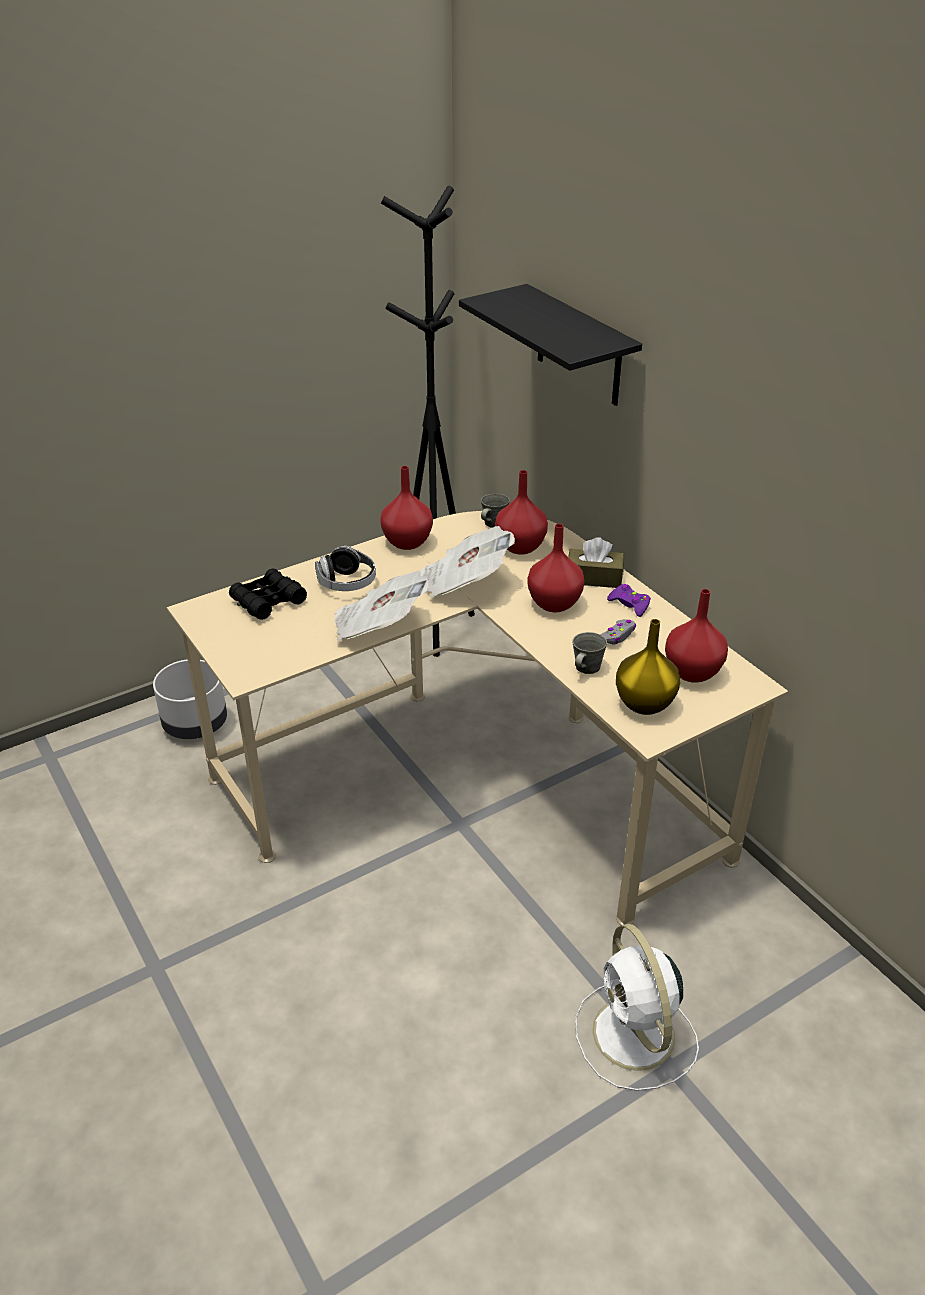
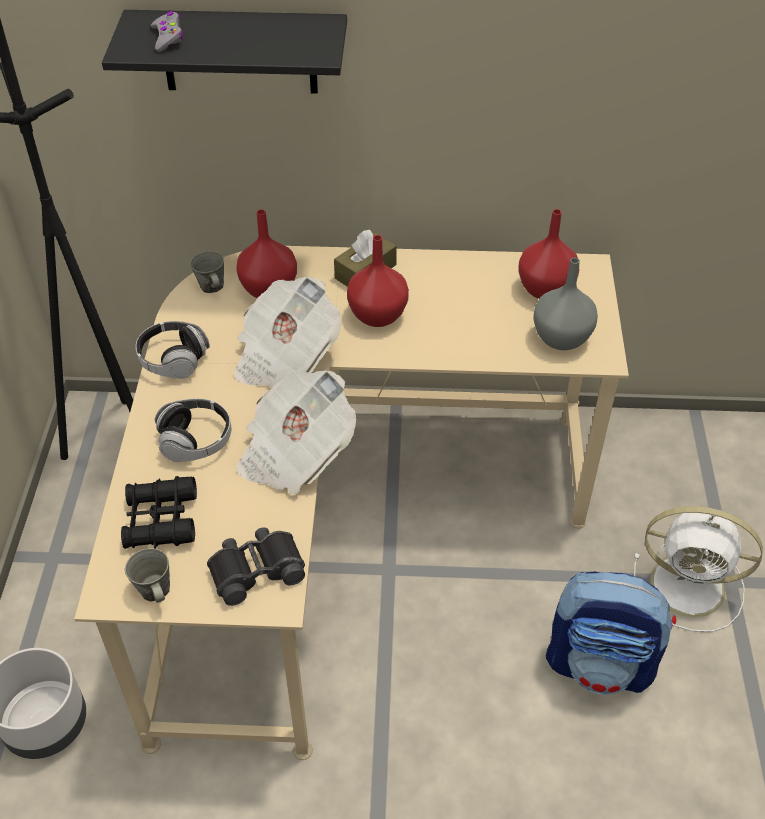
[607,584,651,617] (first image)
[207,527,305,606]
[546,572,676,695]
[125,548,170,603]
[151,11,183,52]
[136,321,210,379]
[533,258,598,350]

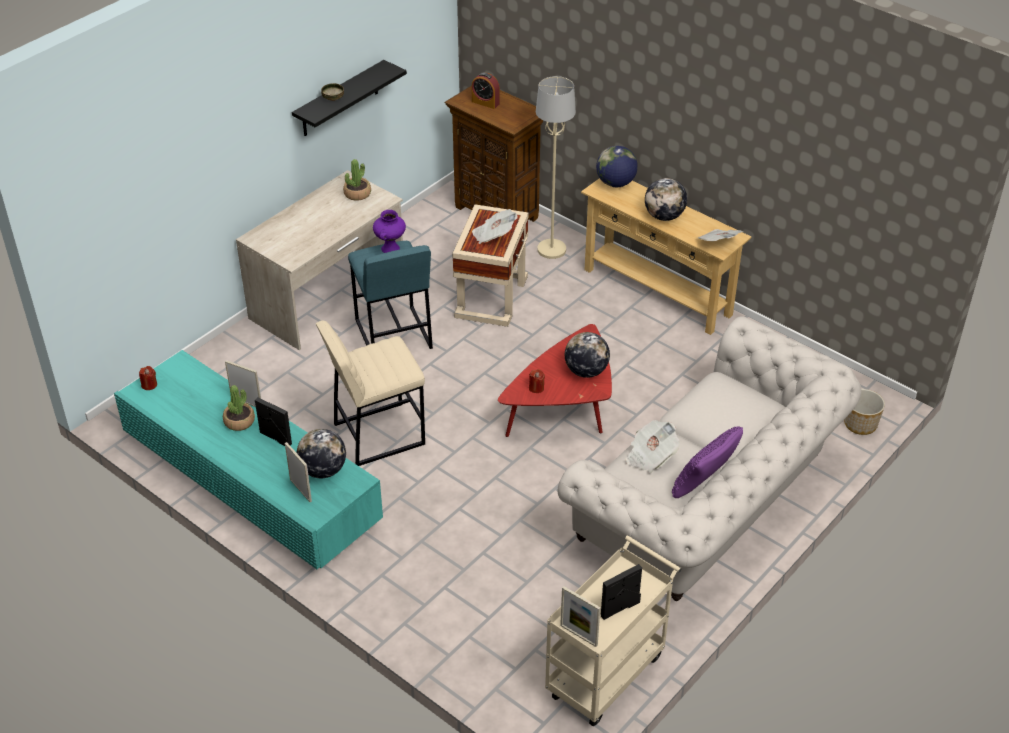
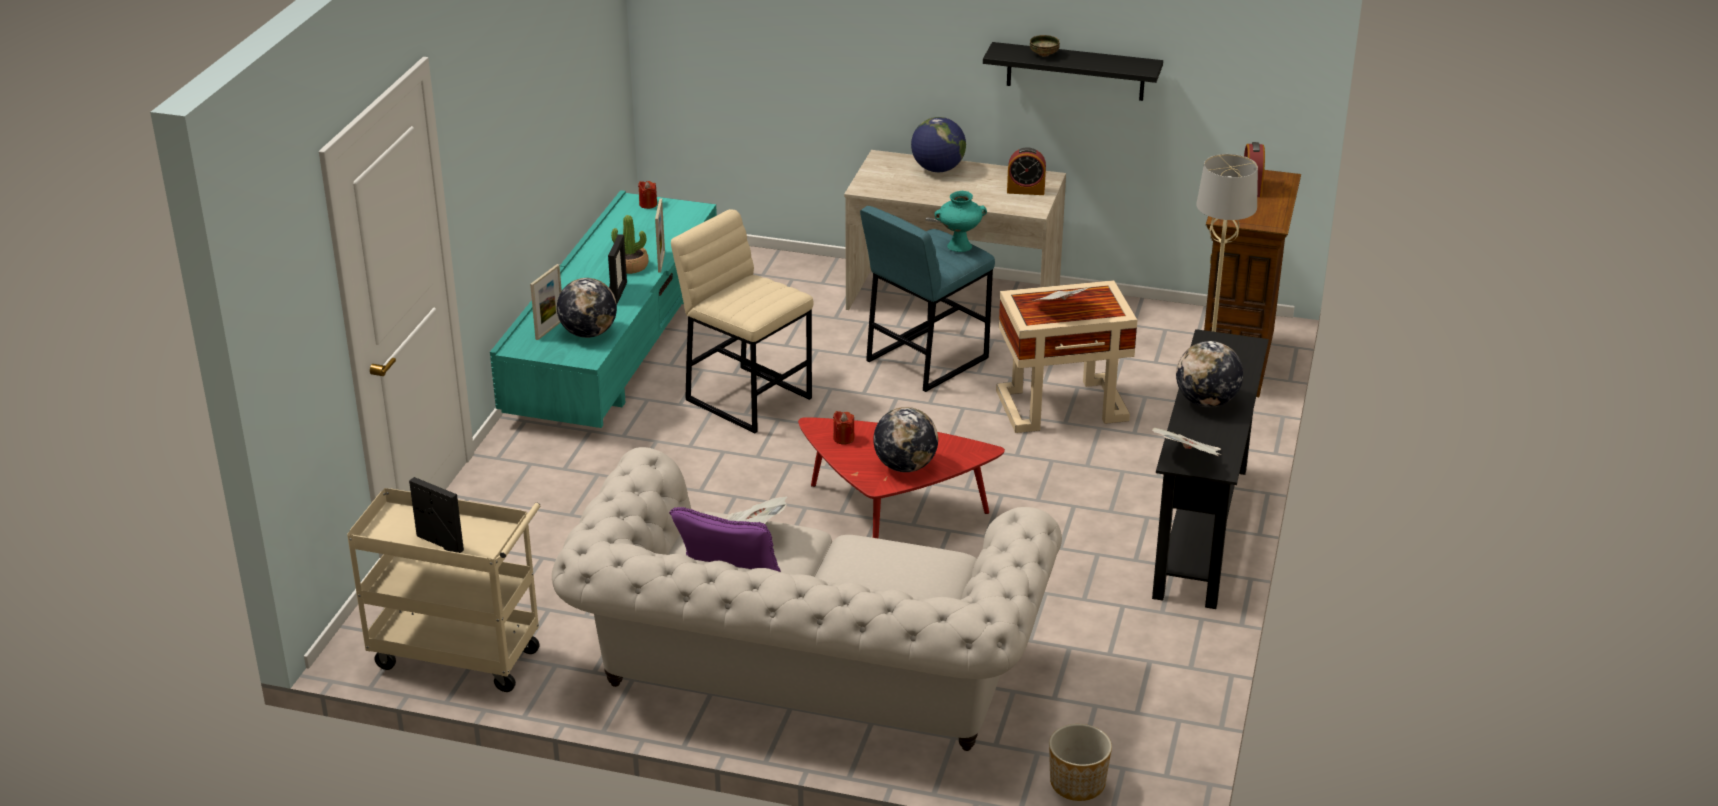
[560,586,600,647] (first image)
[911,117,966,172]
[1007,147,1046,195]
[935,191,987,252]
[1152,329,1269,609]

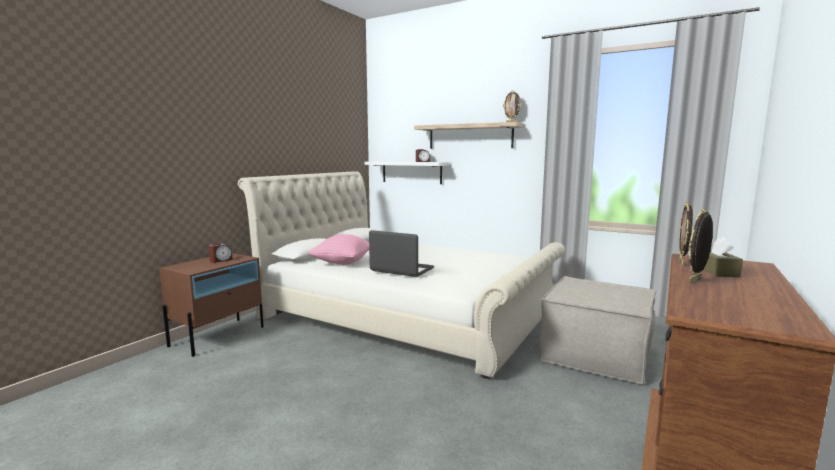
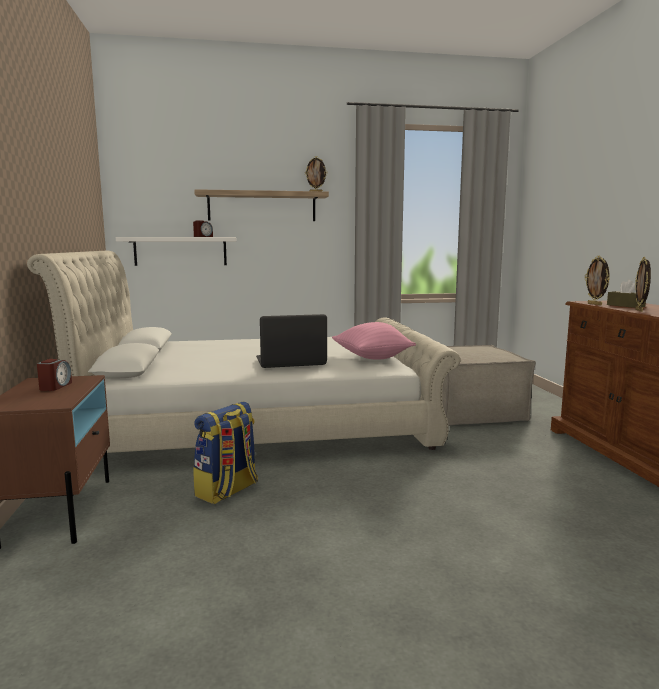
[193,402,258,504]
[332,322,416,359]

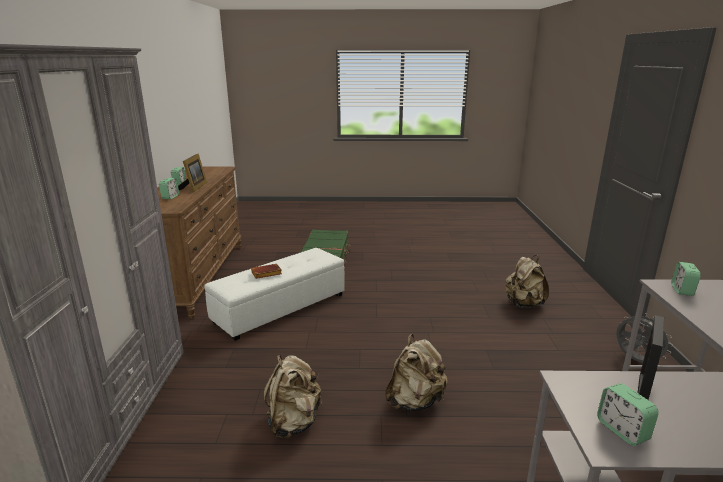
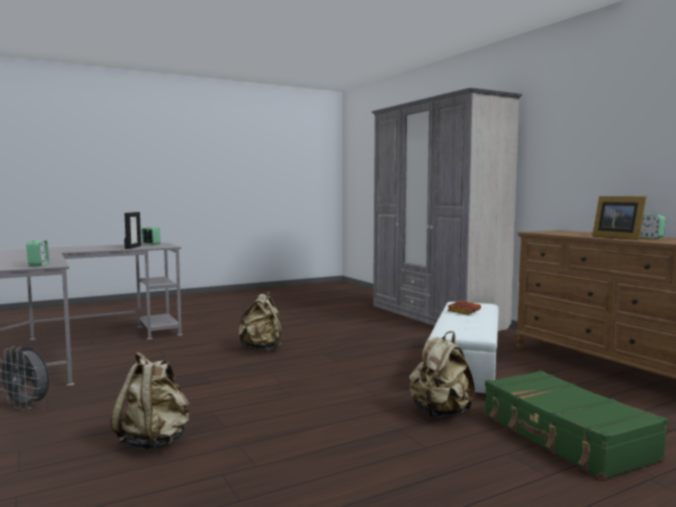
[159,178,179,199] (first image)
[409,331,475,418]

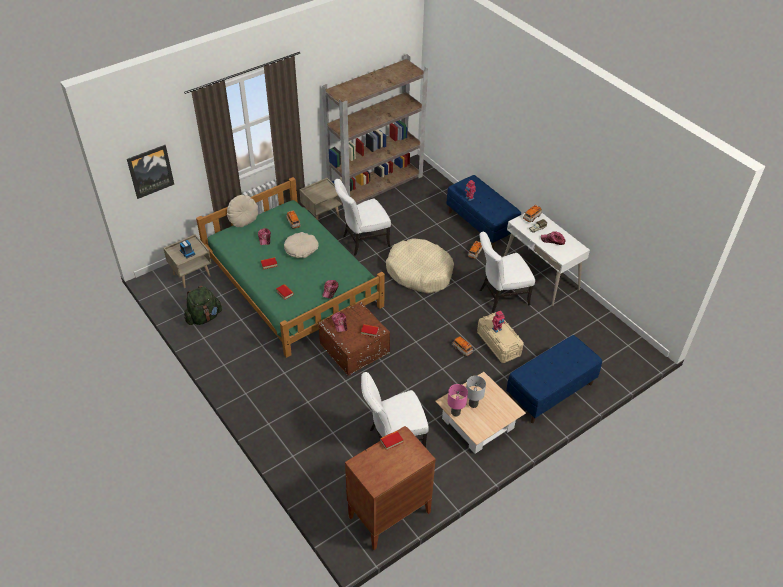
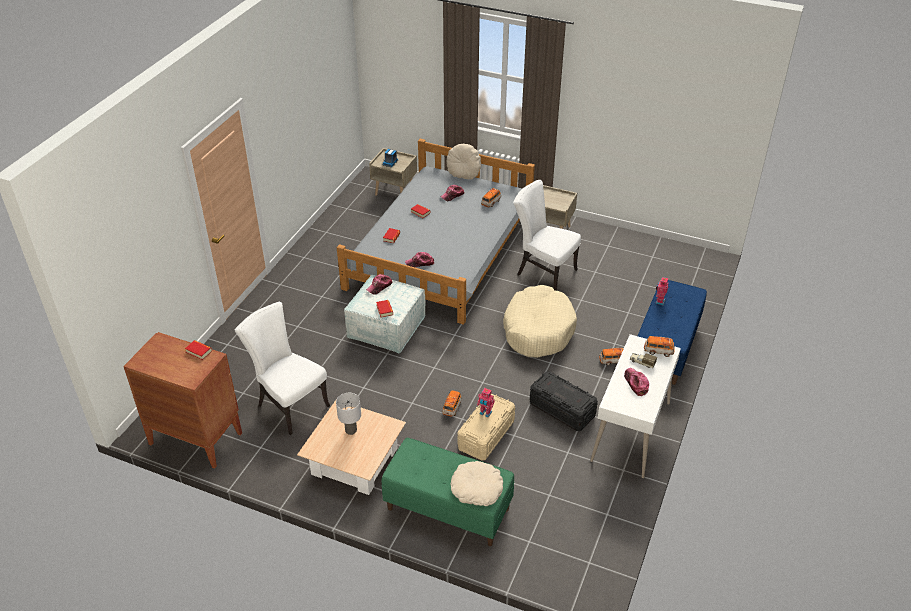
[127,145,174,199] (first image)
[184,285,222,325] (first image)
[322,54,428,209] (first image)
[447,384,468,416] (first image)
[450,461,503,506]
[530,372,598,431]
[337,139,535,325]
[344,275,425,354]
[382,438,514,546]

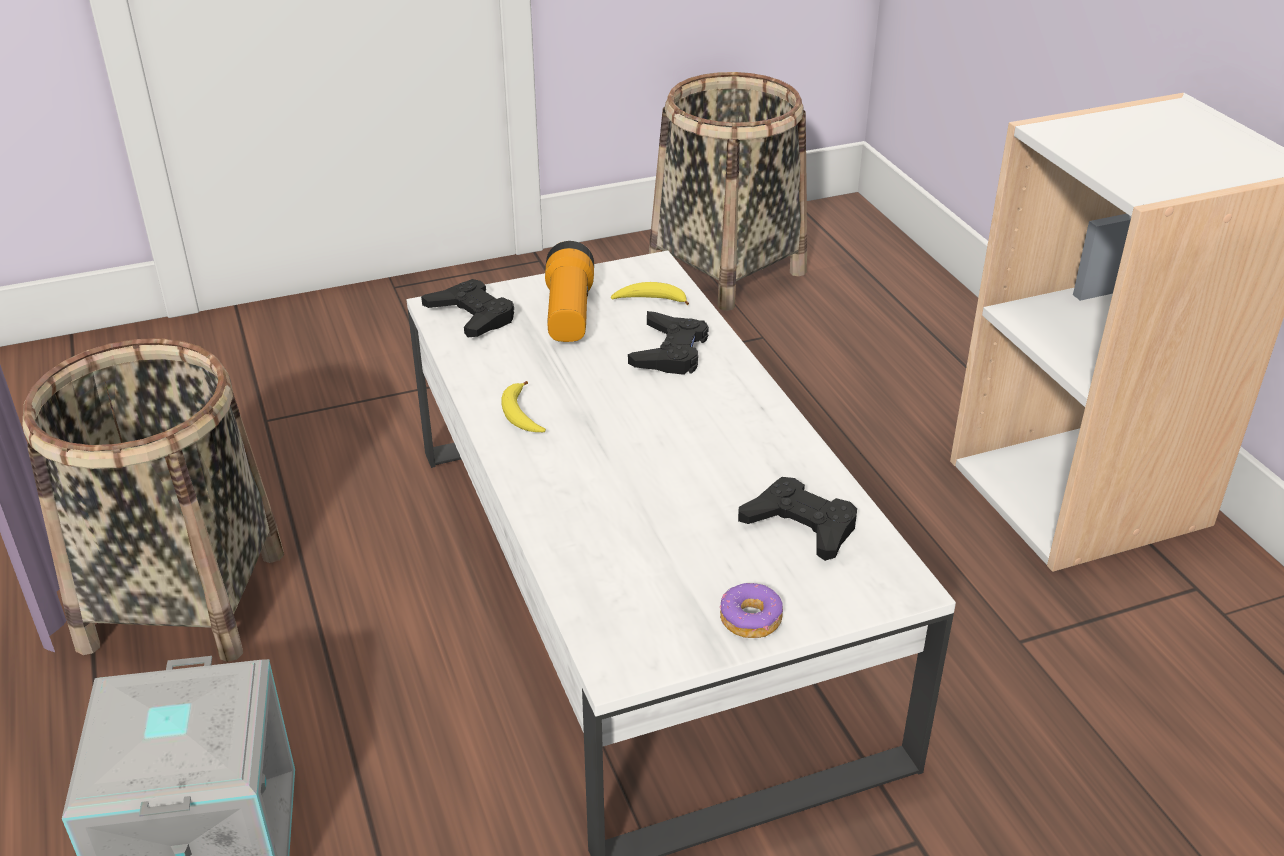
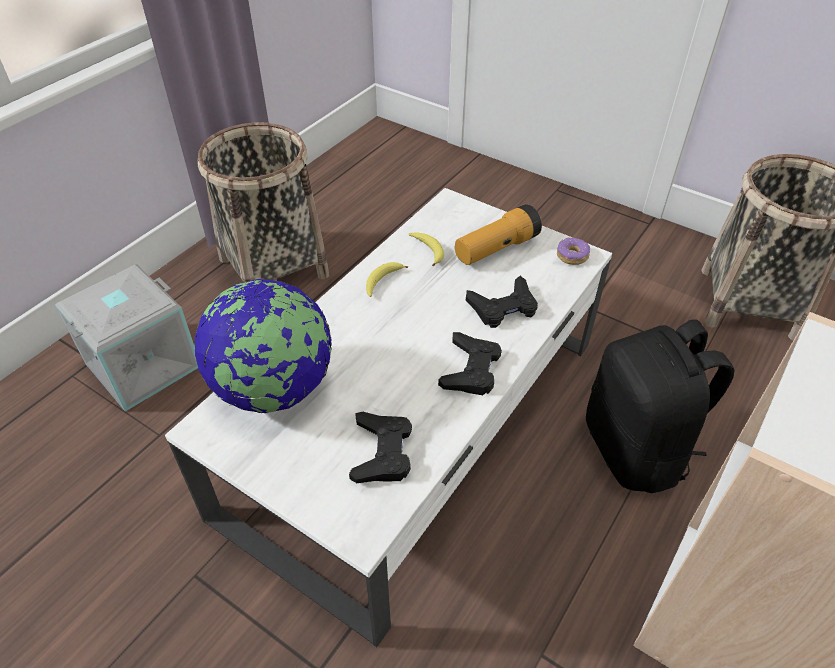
[194,279,332,413]
[586,319,734,493]
[438,332,502,395]
[409,233,444,266]
[557,237,590,265]

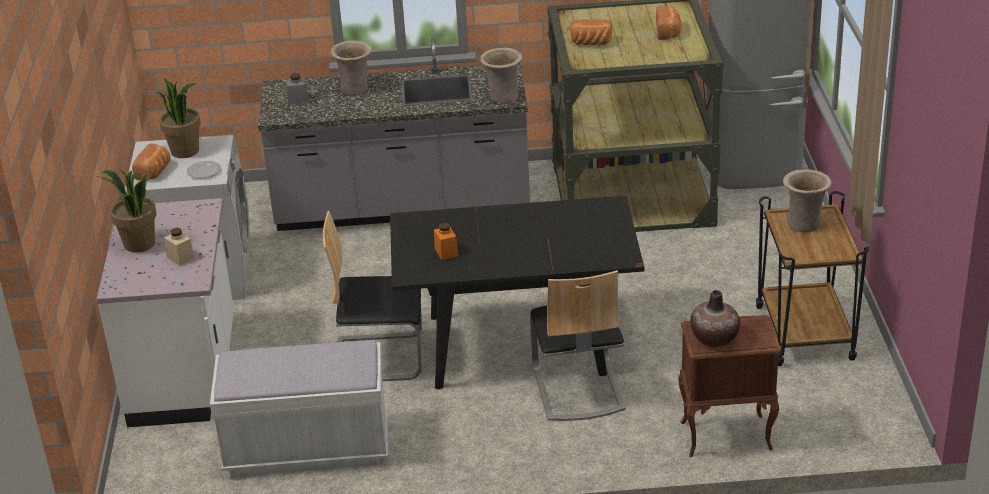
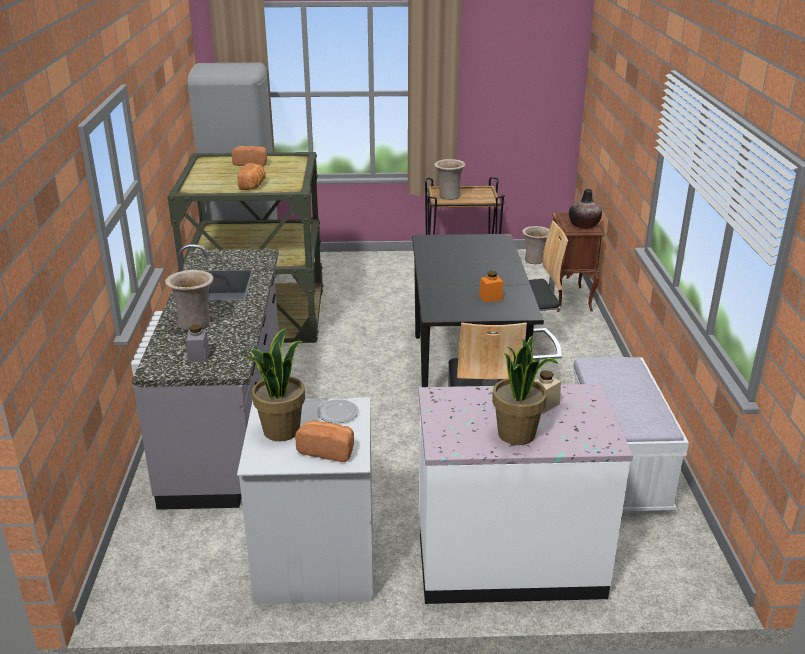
[522,226,549,264]

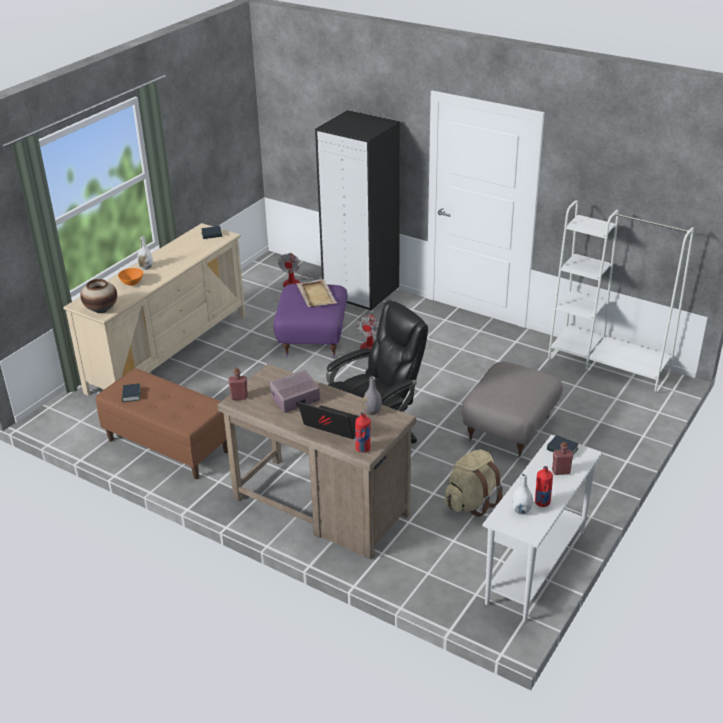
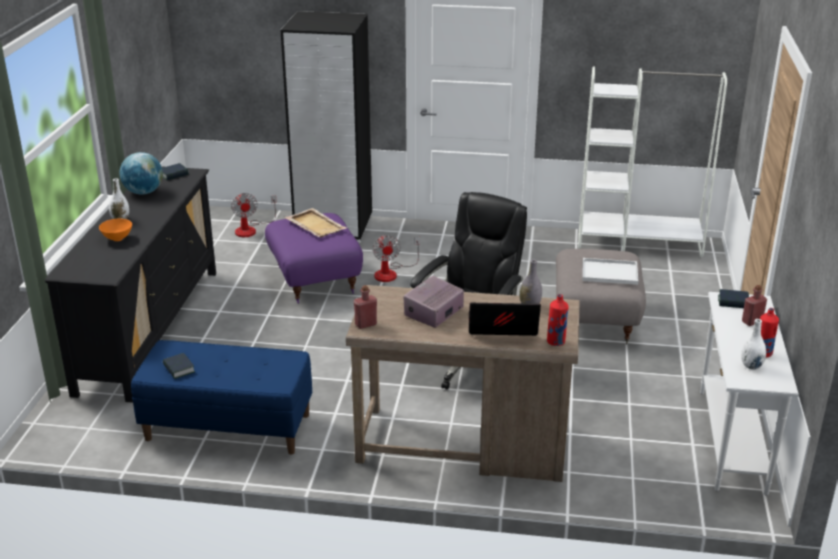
[80,279,117,313] (first image)
[445,449,503,517] (first image)
[119,152,163,195]
[582,258,638,285]
[45,166,216,403]
[131,340,312,455]

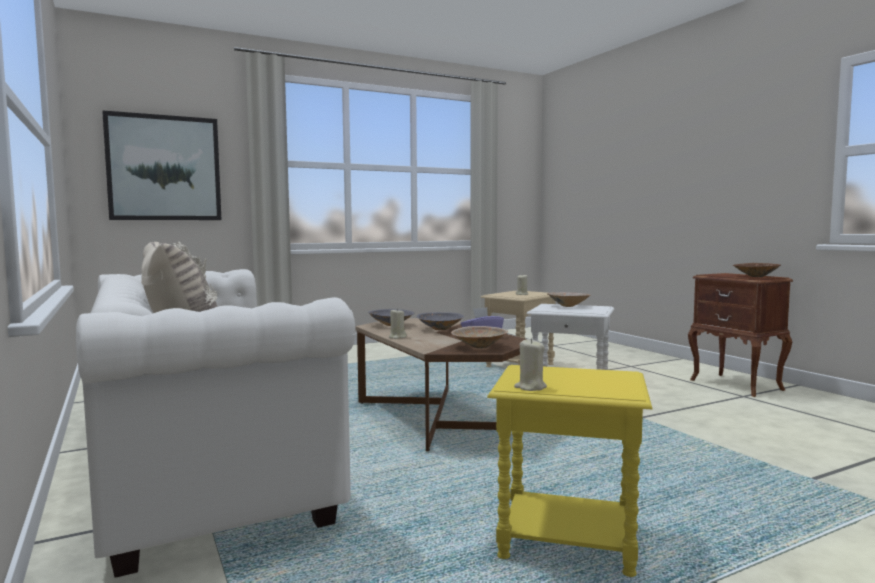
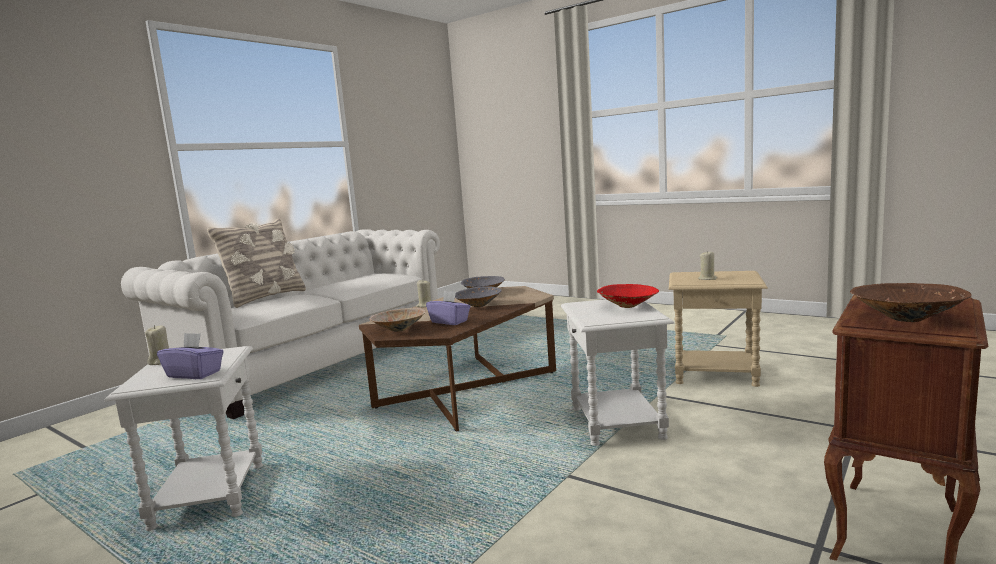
[102,110,221,220] (first image)
[157,333,224,379]
[104,346,263,531]
[597,284,659,308]

